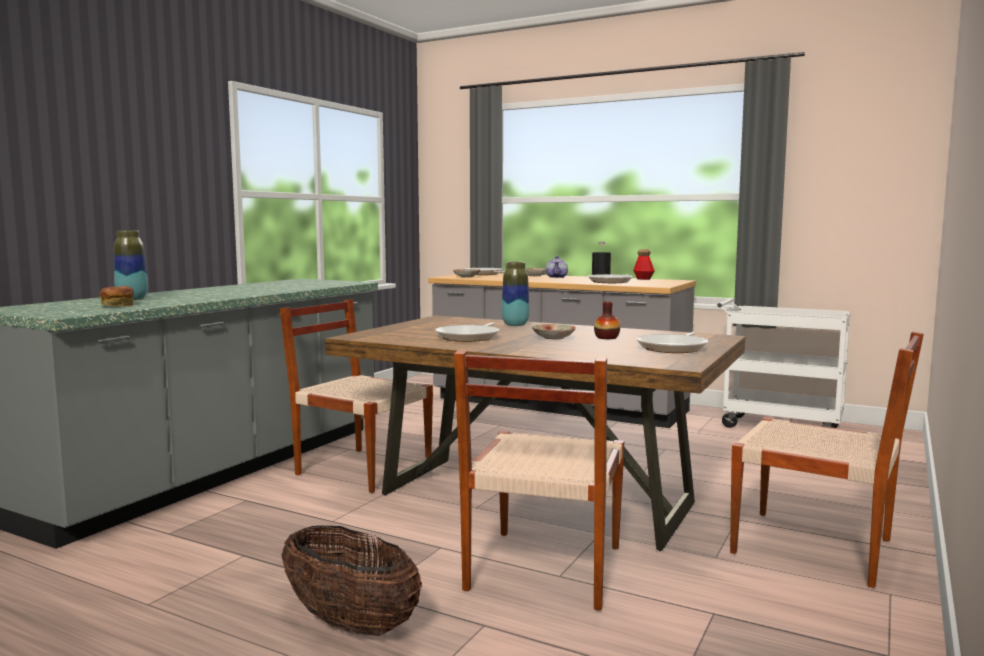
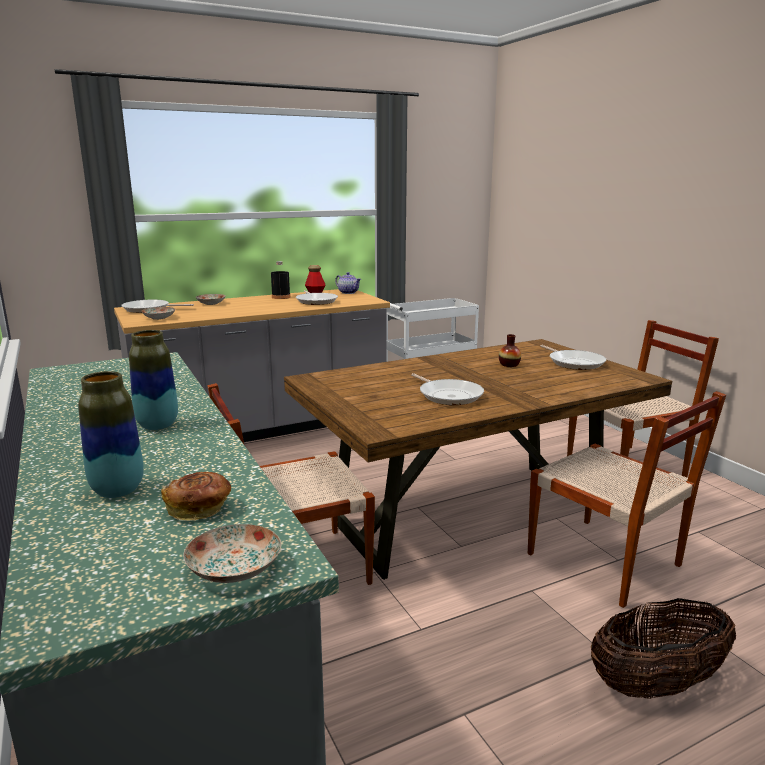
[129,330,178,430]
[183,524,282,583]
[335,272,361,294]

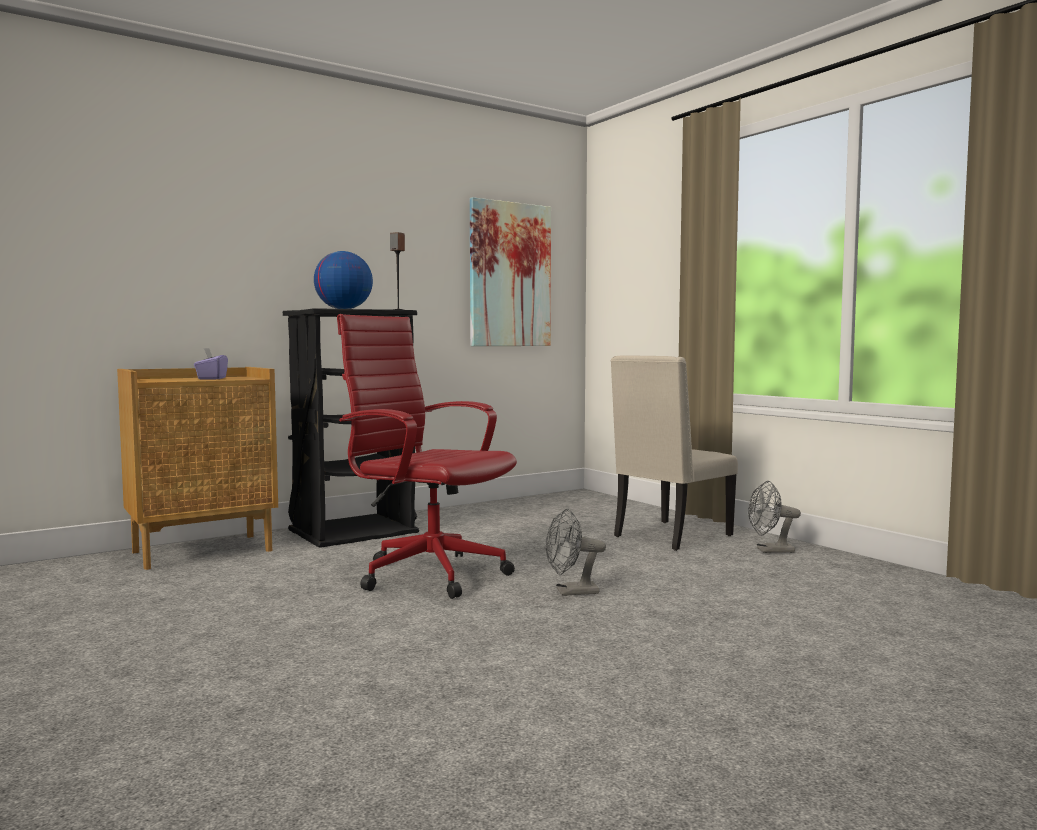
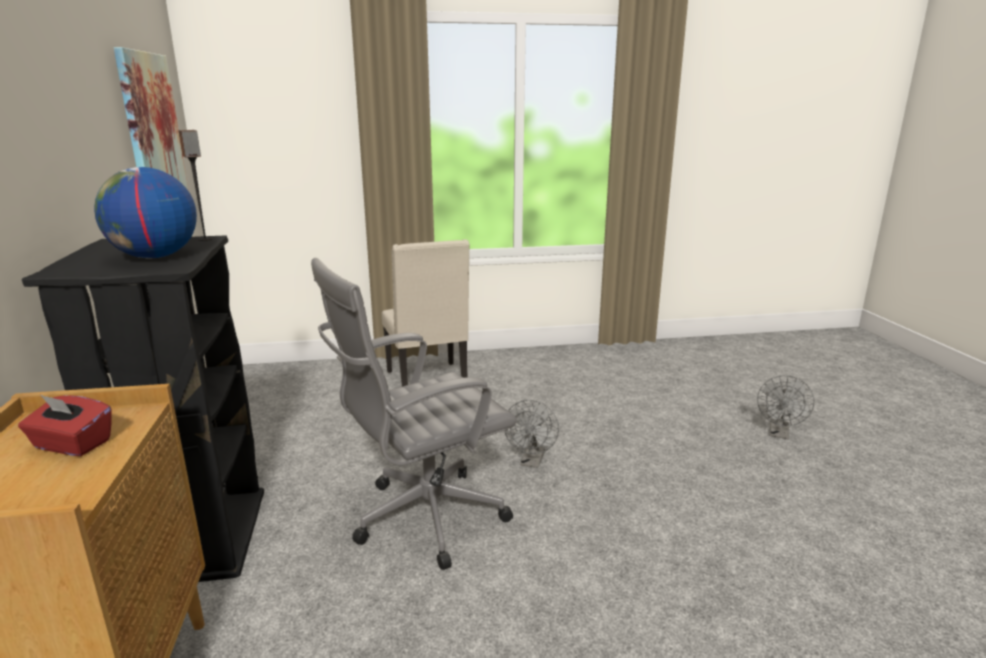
[757,375,814,439]
[18,395,112,456]
[311,258,517,570]

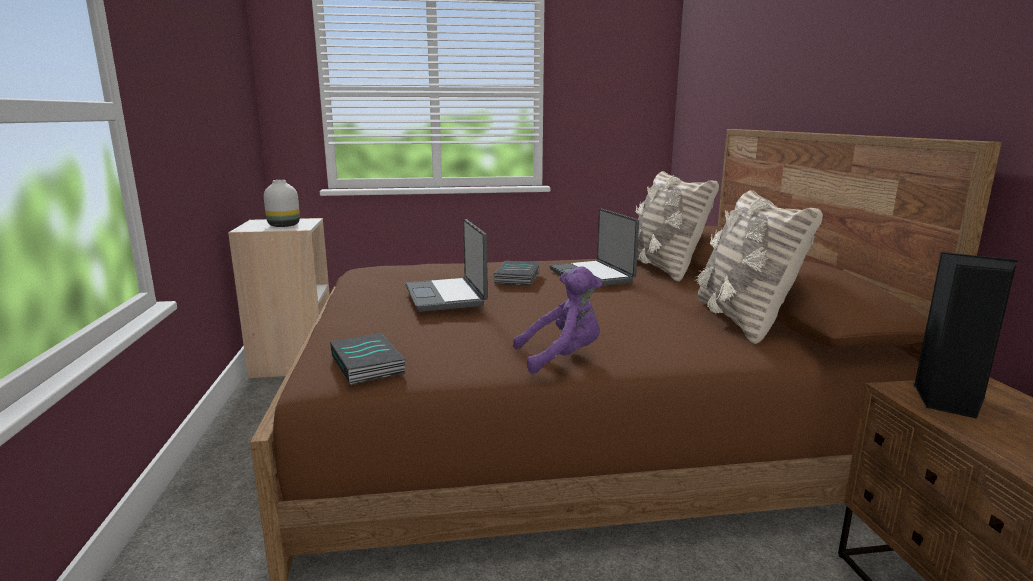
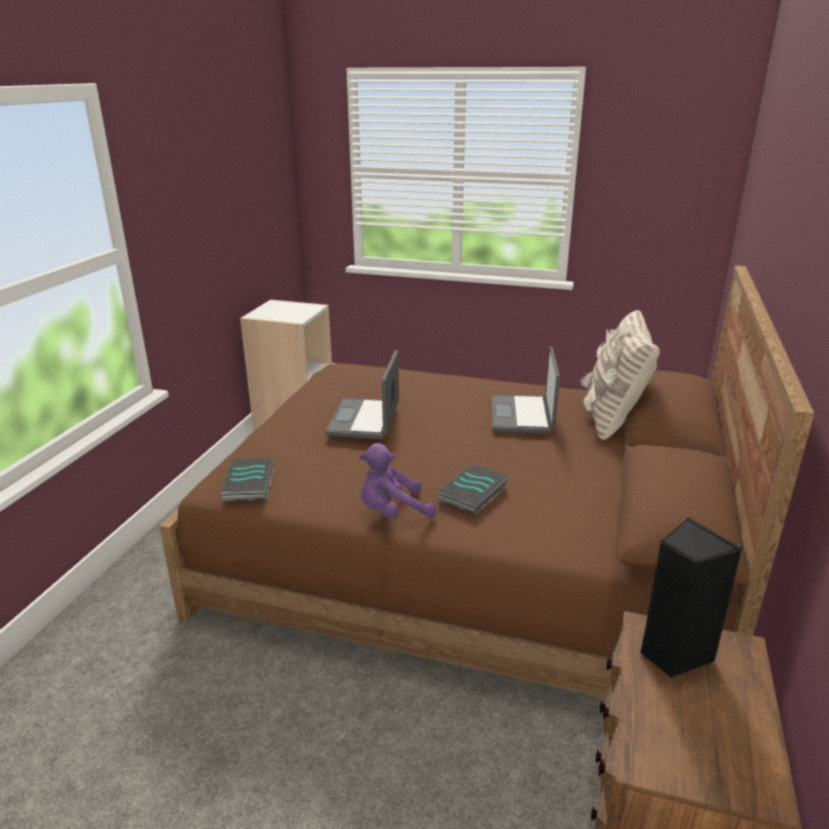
[264,180,300,227] (first image)
[696,190,823,344] (first image)
[438,464,508,515]
[359,443,436,519]

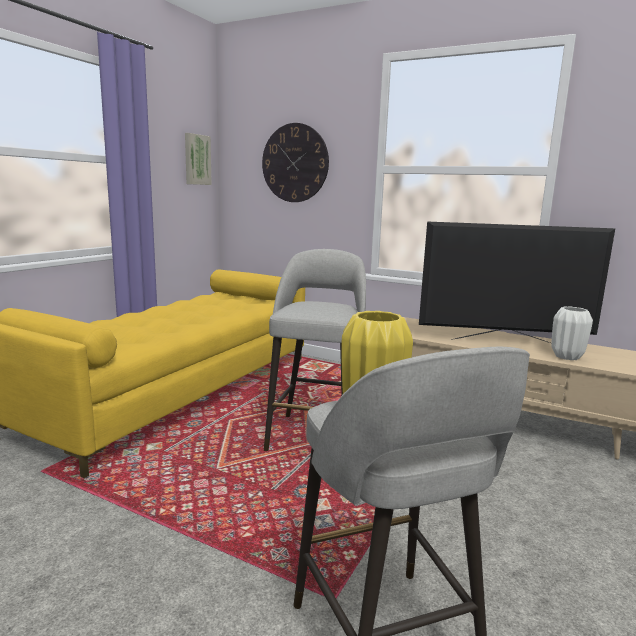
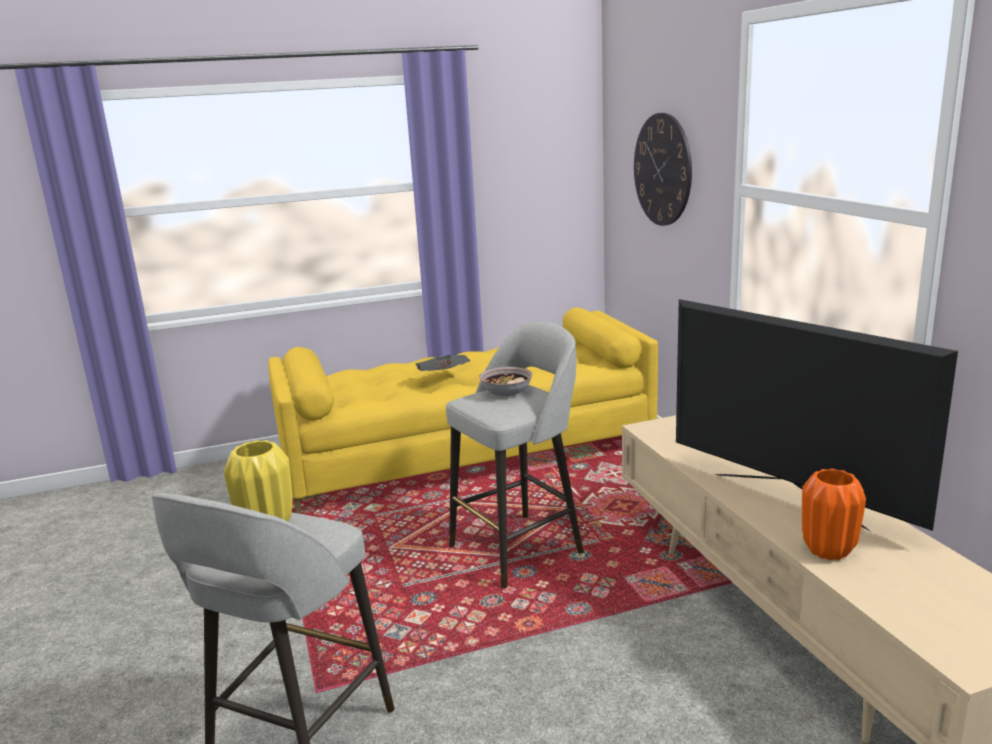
[185,133,212,185] (first image)
[416,355,470,371]
[479,367,532,396]
[802,469,866,560]

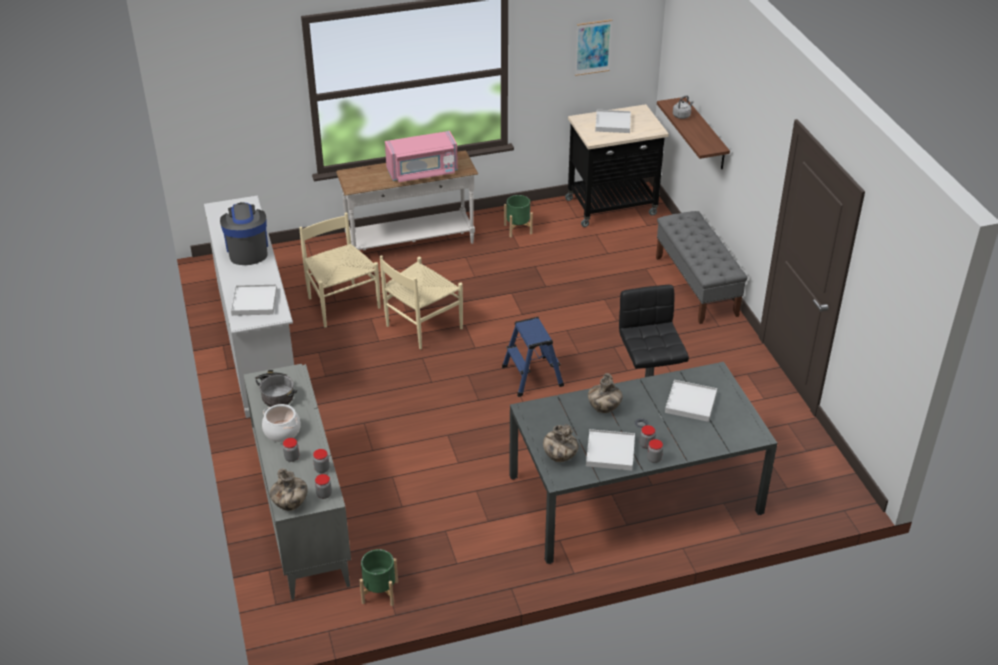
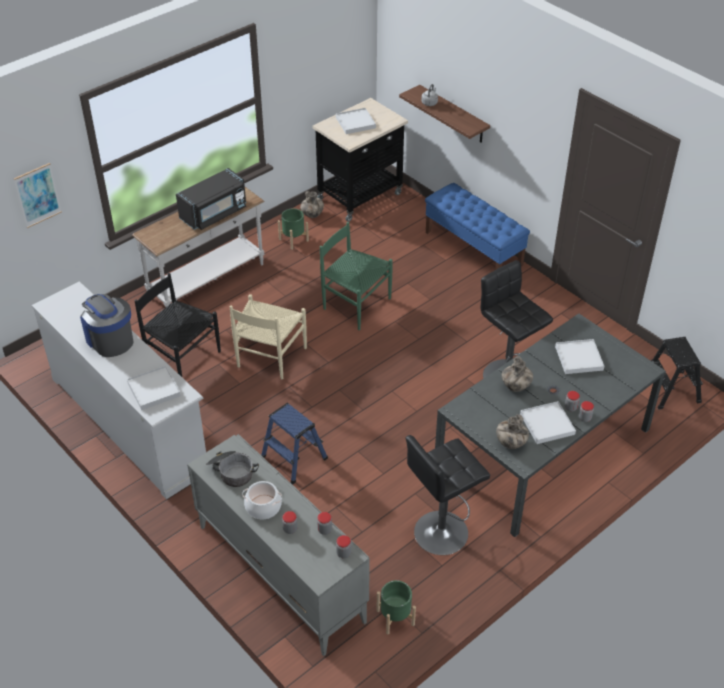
[320,222,393,330]
[405,435,490,555]
[650,337,703,410]
[300,191,324,218]
[261,402,328,485]
[14,163,62,228]
[134,273,221,377]
[176,168,246,230]
[425,183,530,270]

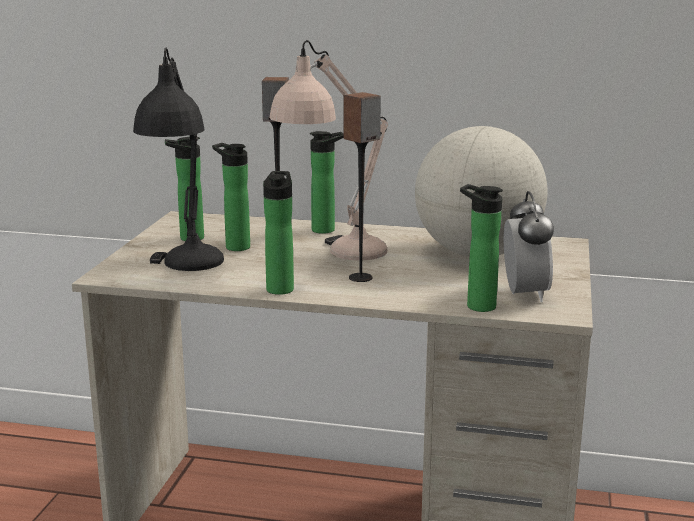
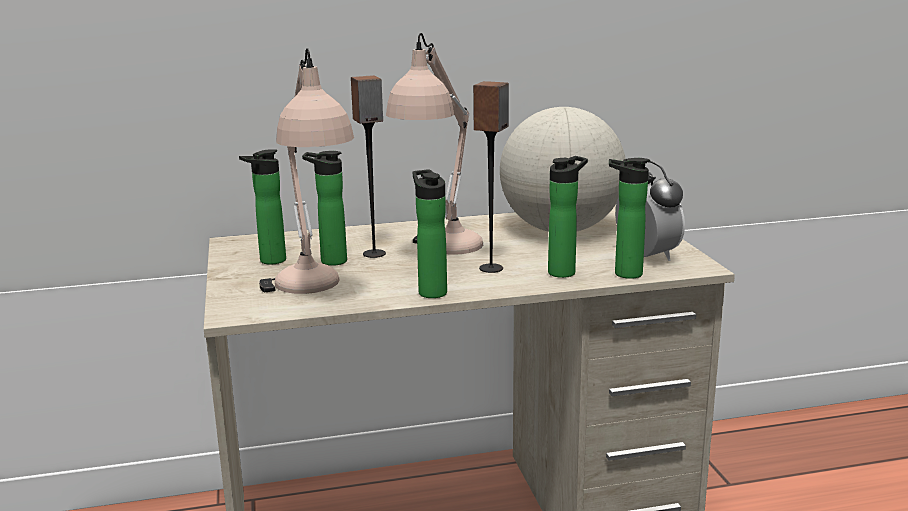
[548,156,588,278]
[259,48,354,294]

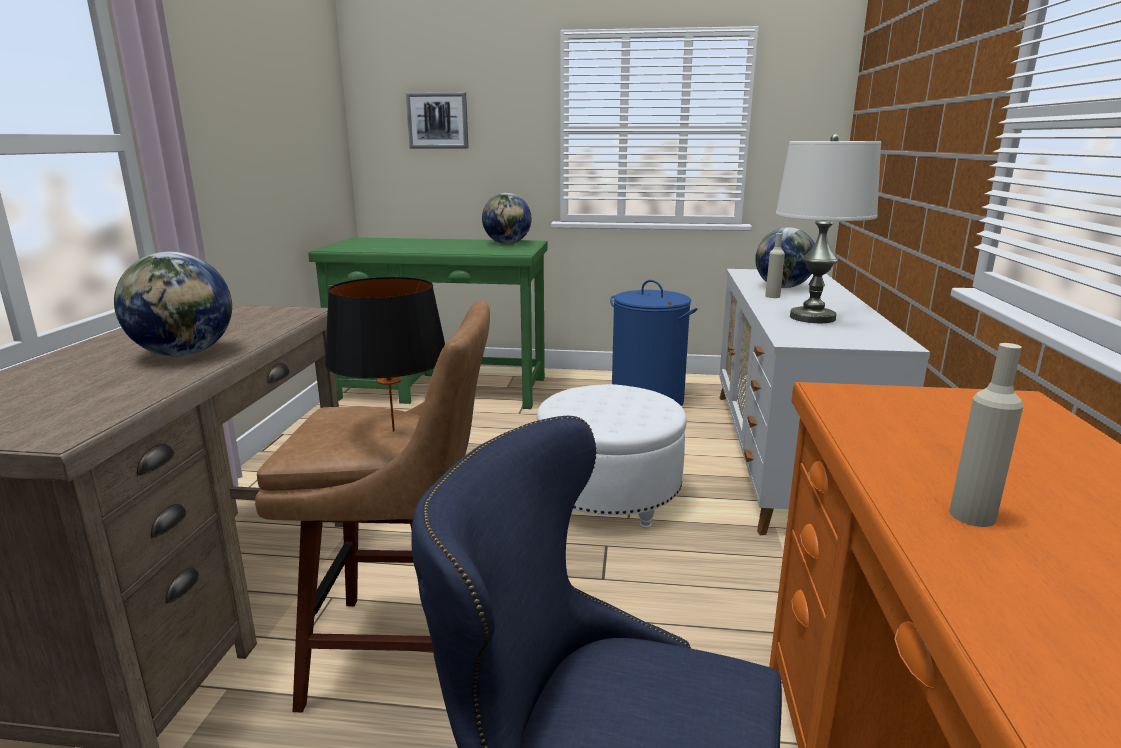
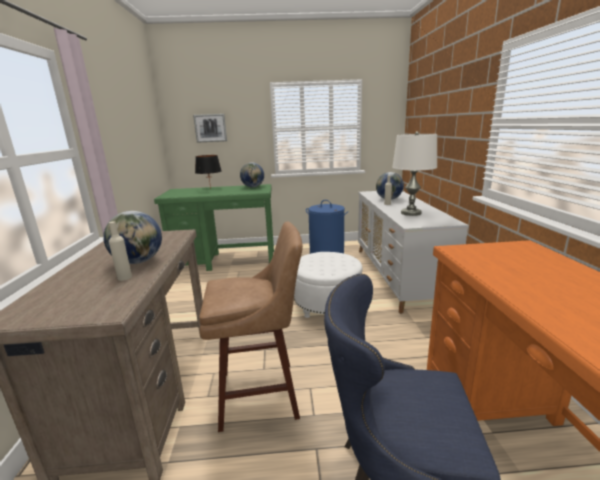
[195,155,221,189]
[109,221,132,281]

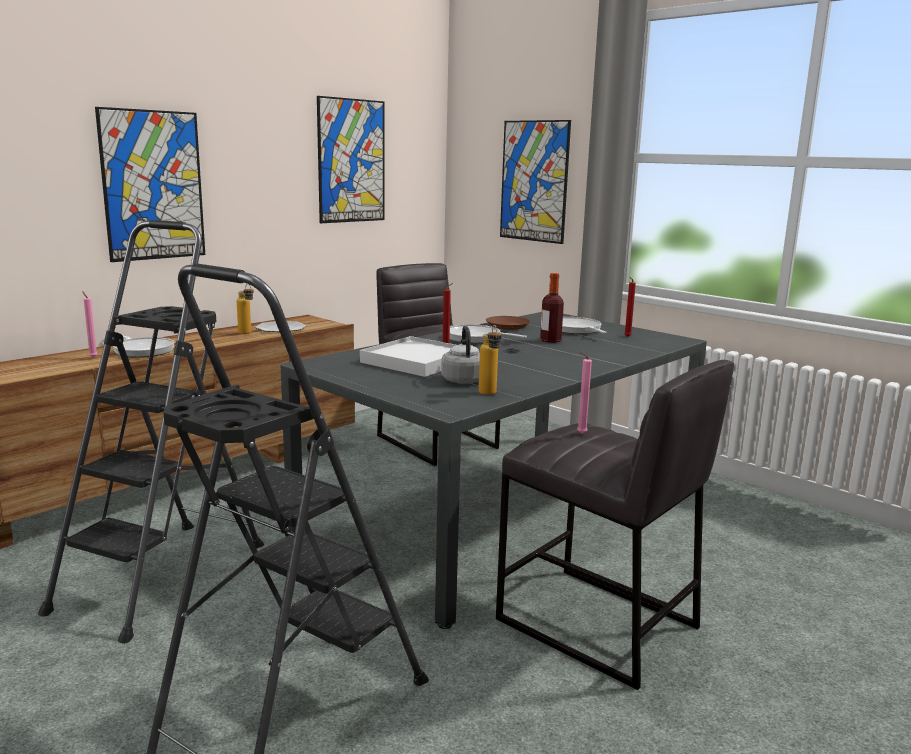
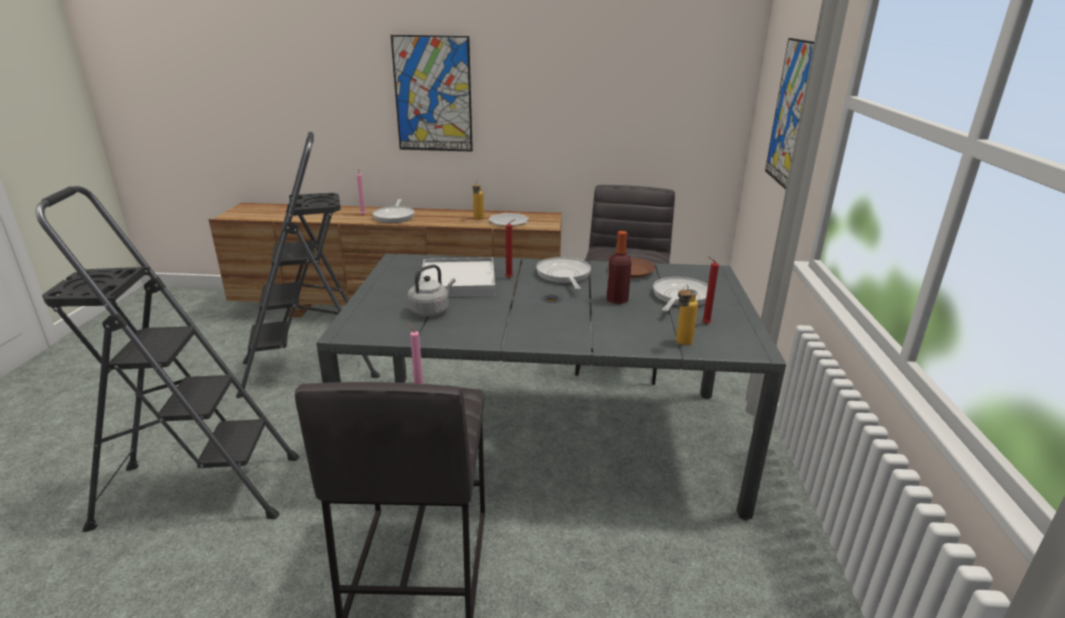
[317,96,384,223] (first image)
[676,285,698,345]

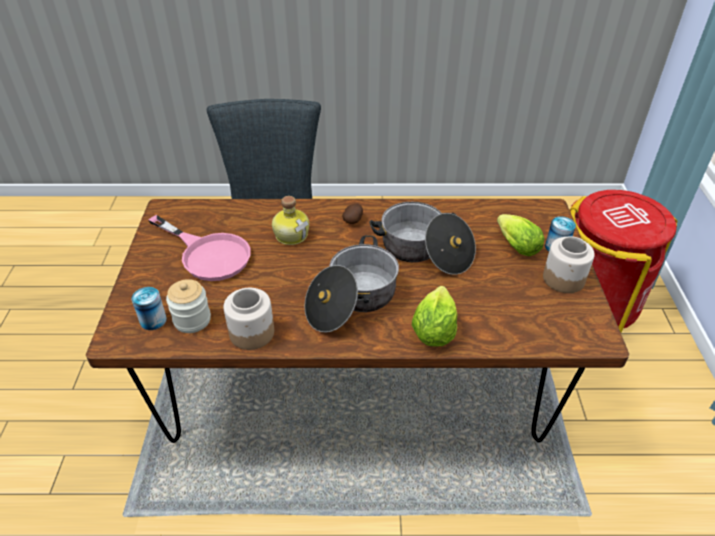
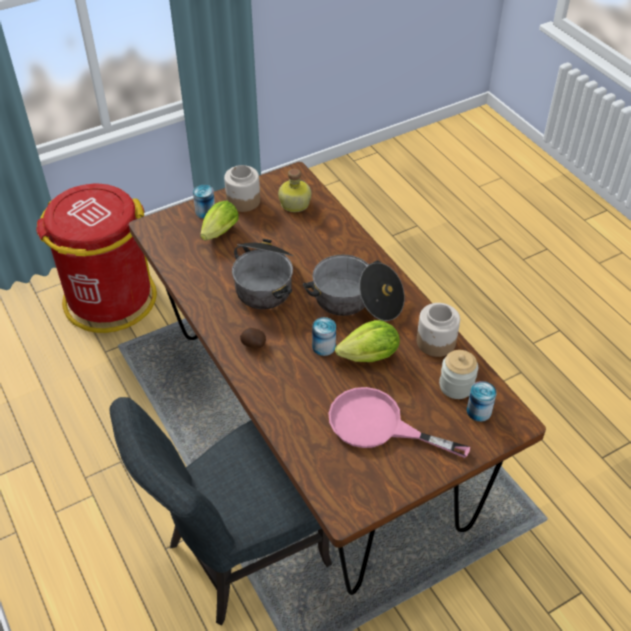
[312,317,336,356]
[278,169,311,212]
[335,320,400,362]
[328,387,470,458]

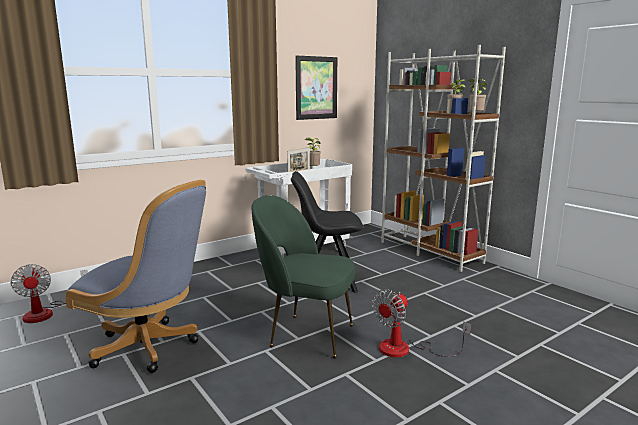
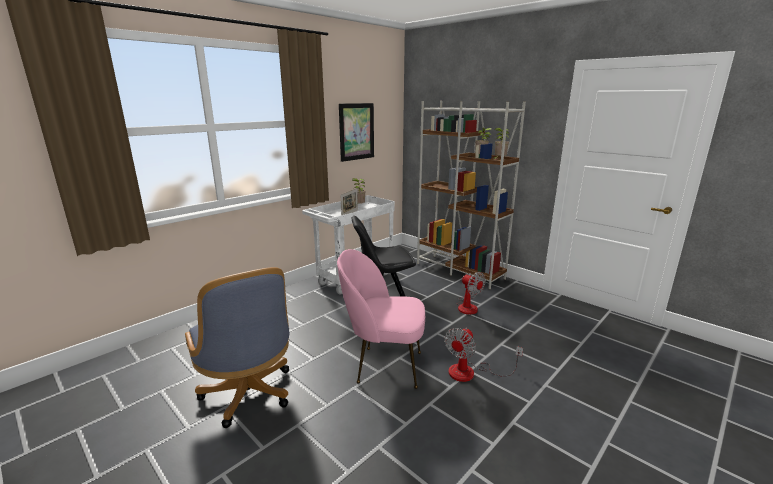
[458,272,486,315]
[337,249,425,389]
[185,267,289,428]

